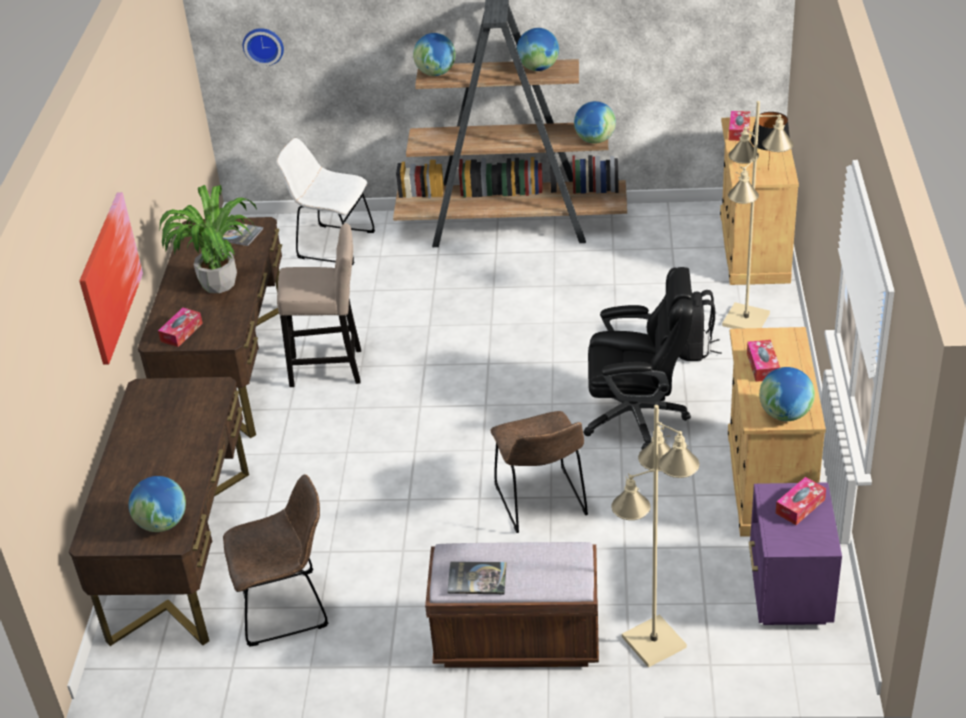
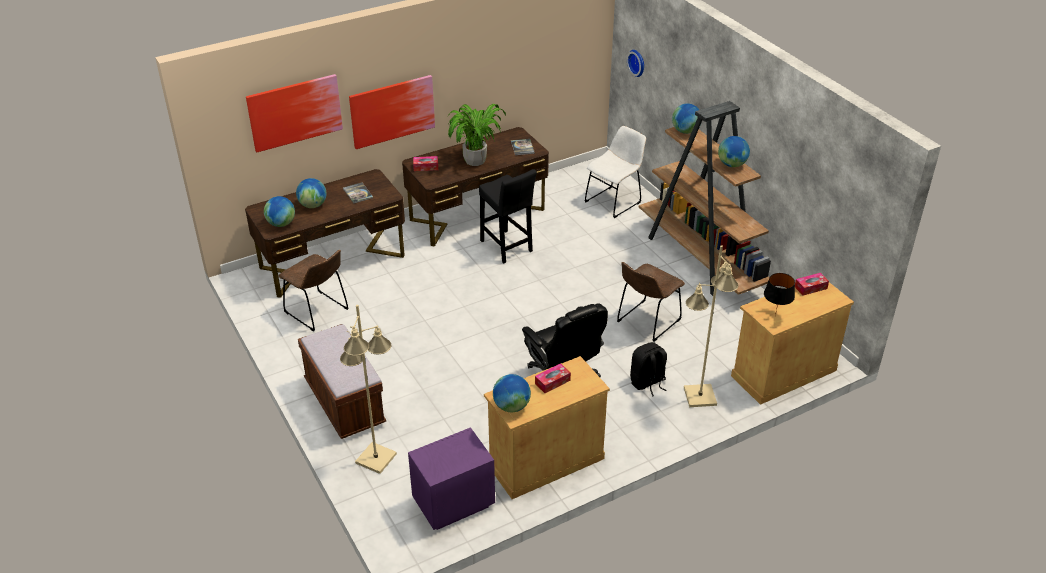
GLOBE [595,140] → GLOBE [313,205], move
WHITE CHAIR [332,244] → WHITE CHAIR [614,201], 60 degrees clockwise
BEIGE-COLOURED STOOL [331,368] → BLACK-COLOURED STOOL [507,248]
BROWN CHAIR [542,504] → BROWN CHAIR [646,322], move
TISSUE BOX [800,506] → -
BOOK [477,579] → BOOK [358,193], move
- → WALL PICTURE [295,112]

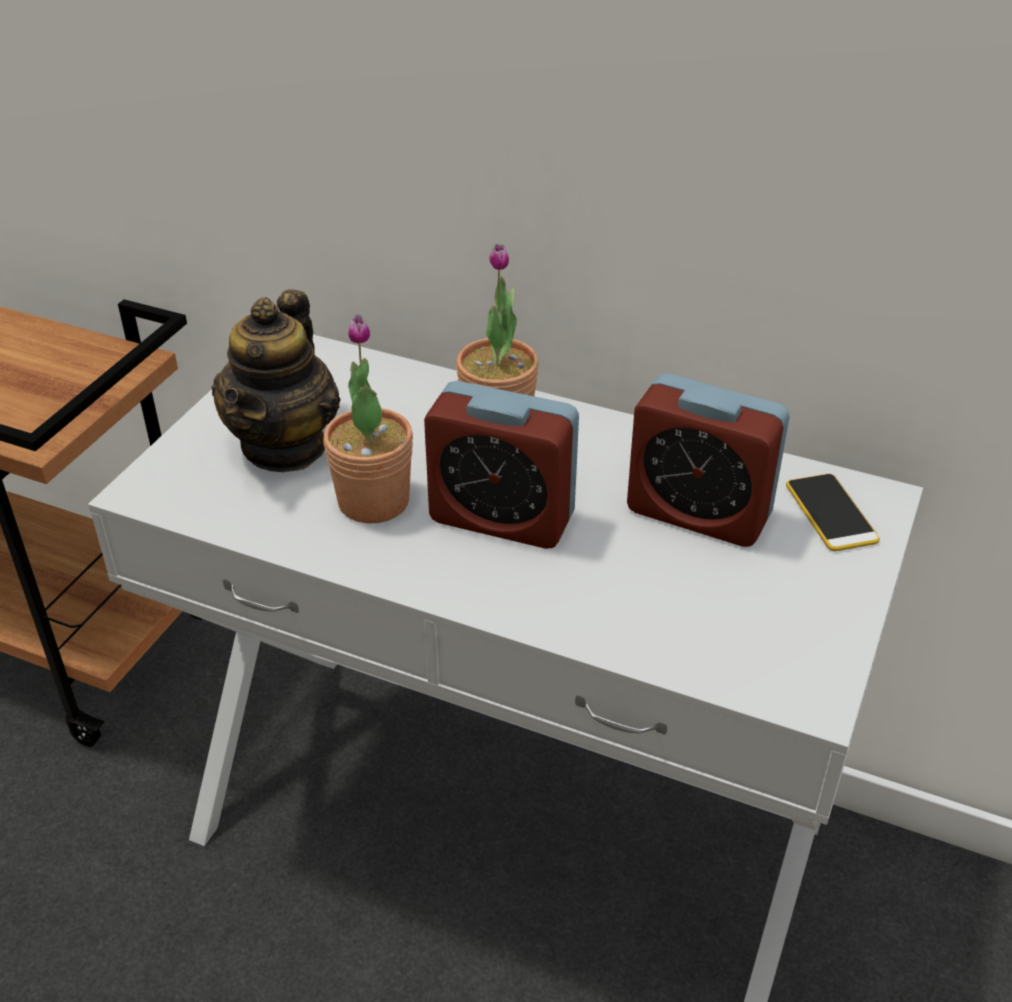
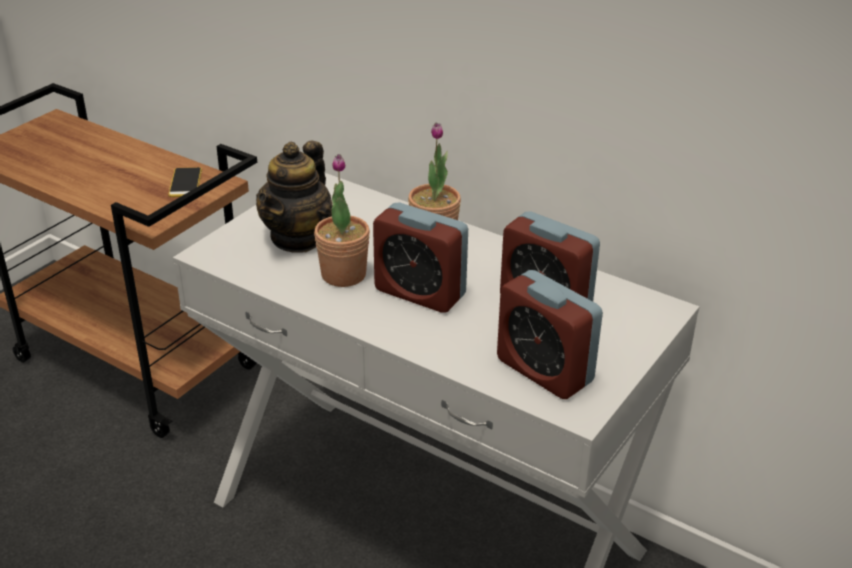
HANDSET [831,513] → HANDSET [185,183], move
- → BEDSIDE CLOCK [544,371]

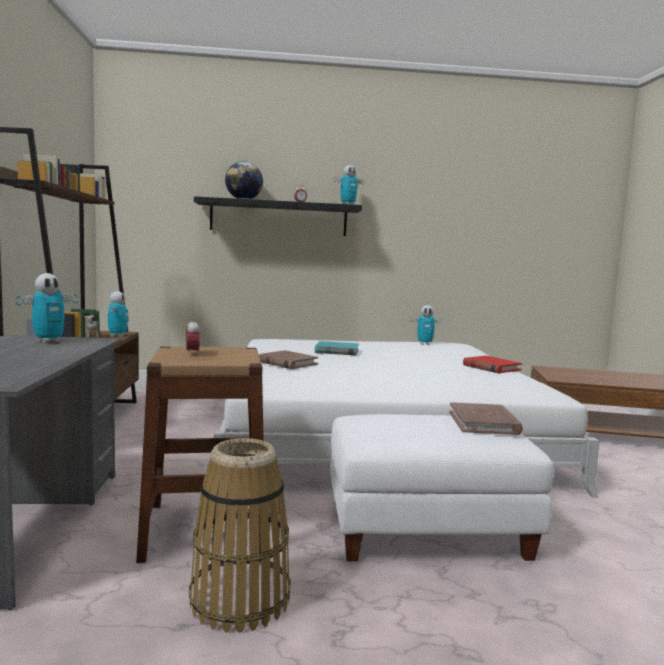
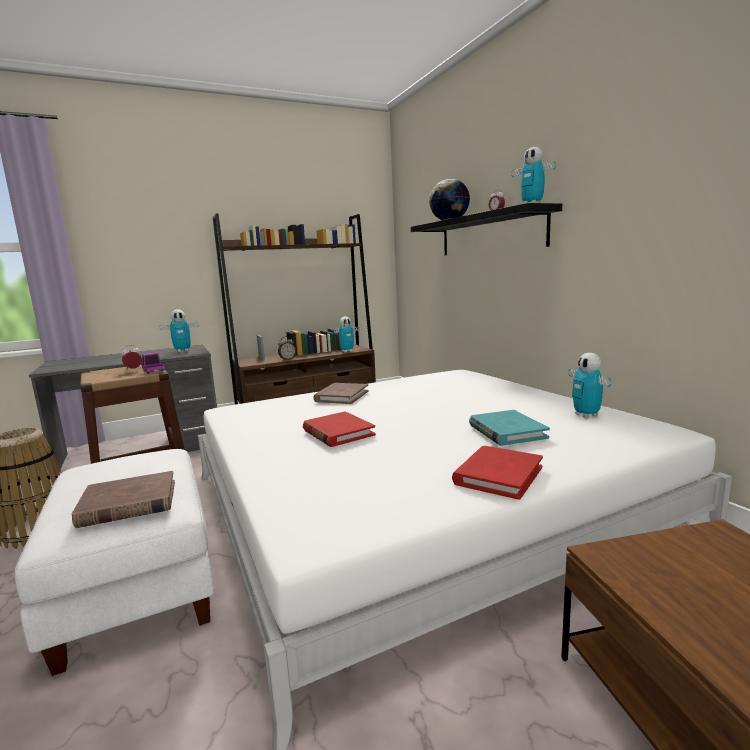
TOY ROBOT [49,341] → TOY ROBOT [183,351], 45 degrees counterclockwise
TURQUOISE BOOK [336,351] → TURQUOISE BOOK [506,431], move
- → TOY LORRY [153,371]
- → RED-COLOURED BOOK [338,432]

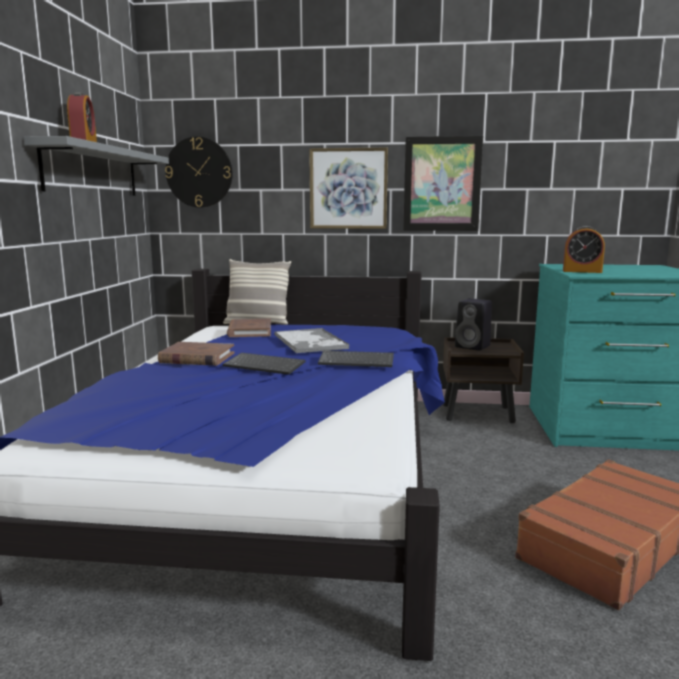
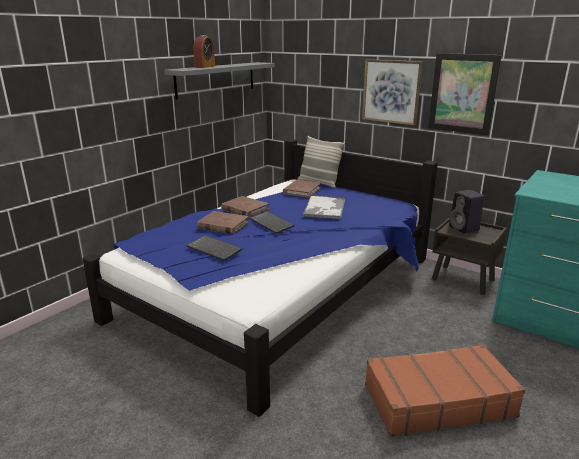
HANGING CLOCK [199,172] → -
BEDSIDE CLOCK [582,271] → -
KEYBOARD [357,361] → KEYBOARD [215,249], move
- → BROWN BOOK [223,225]

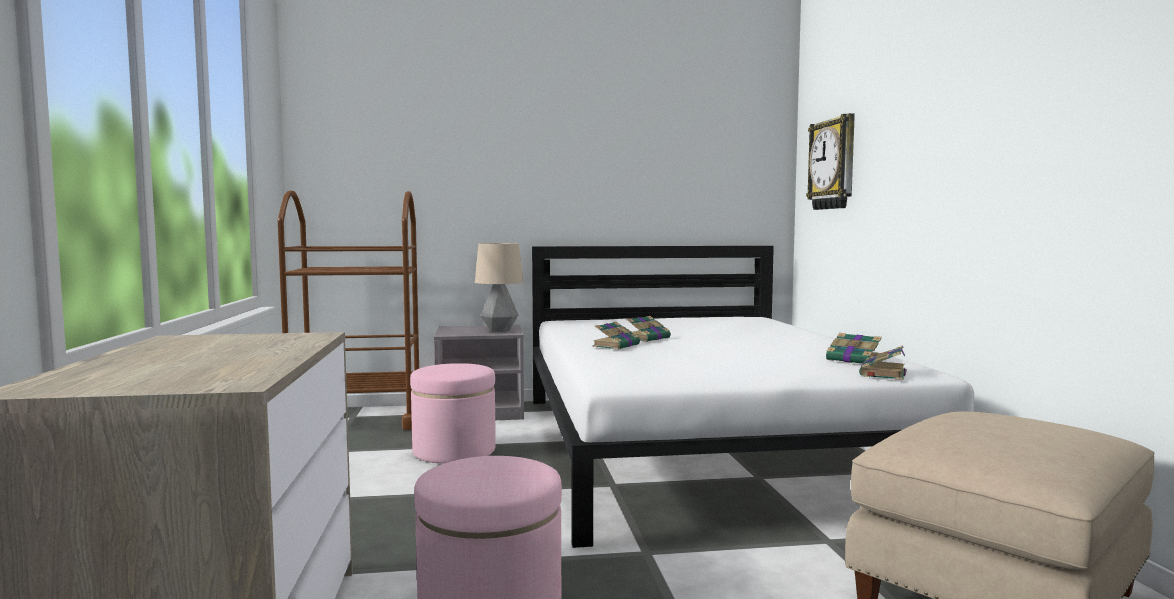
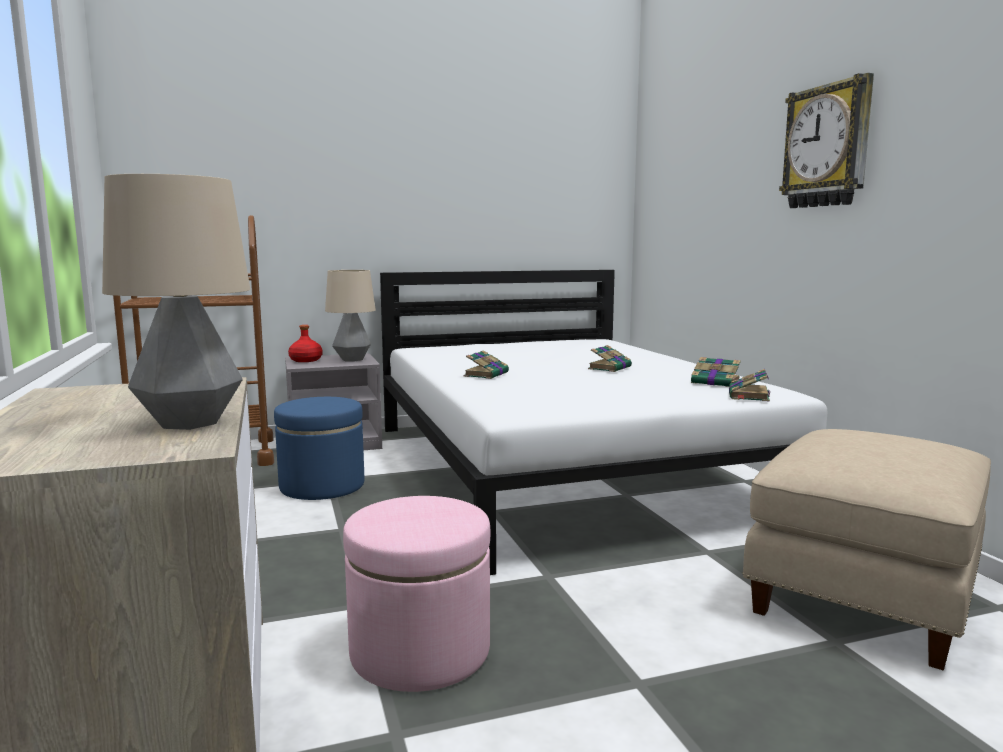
HANGING CLOCK [833,164] → HANGING CLOCK [828,146], move
BOOK [648,338] → BOOK [610,368], move
PINK POUFFE [454,451] → BLUISH POUFFE [322,486]
- → TABLETOP LAMP [191,423]
- → RED-COLOURED DRINK BOTTLE [306,360]

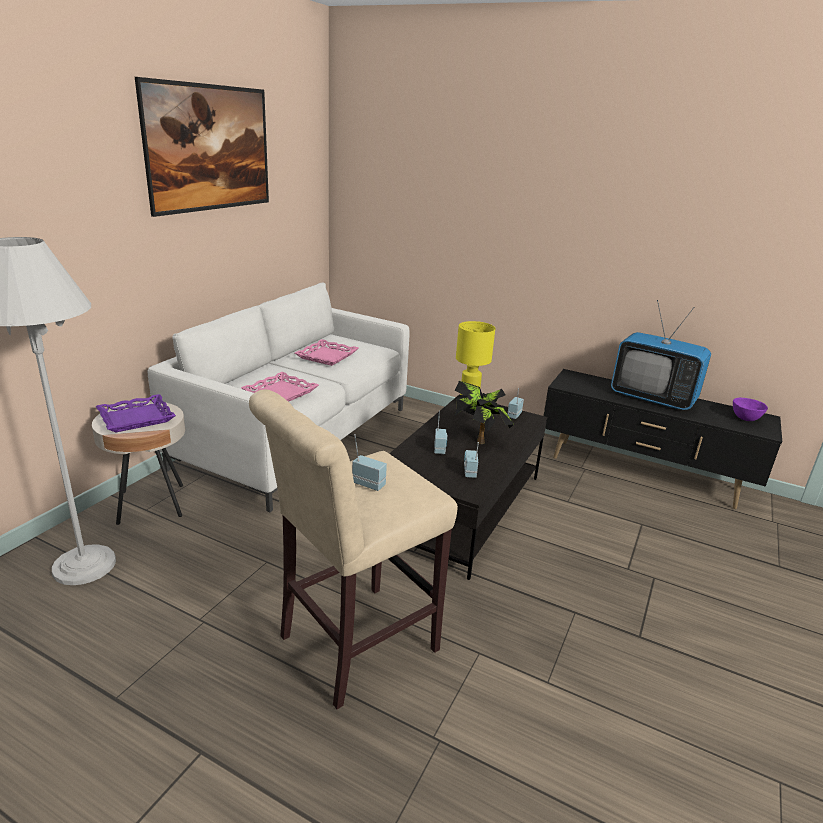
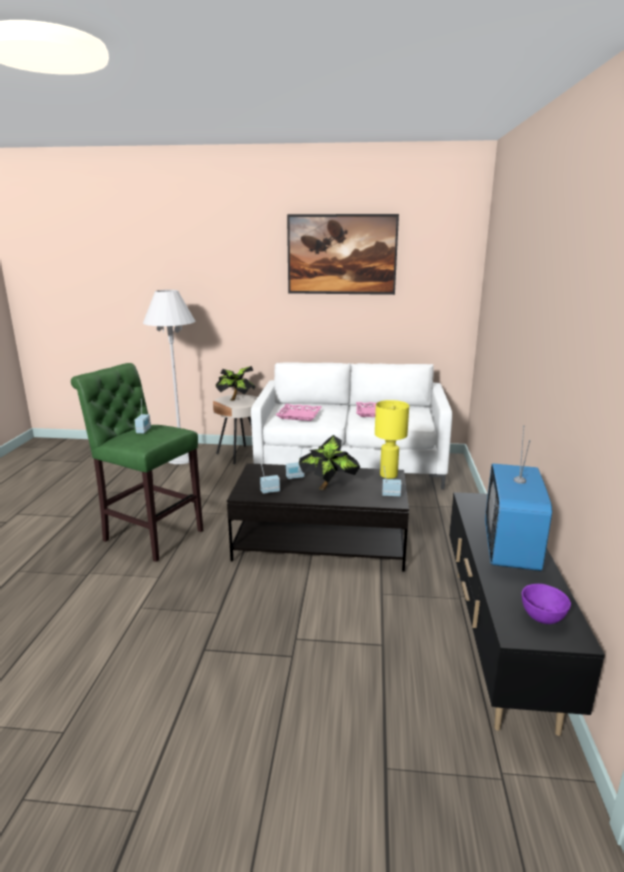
BEIGE-COLOURED STOOL [351,646] → GREENISH STOOL [150,534]
PURPLE TRAY [136,418] → POTTED PLANT [236,400]

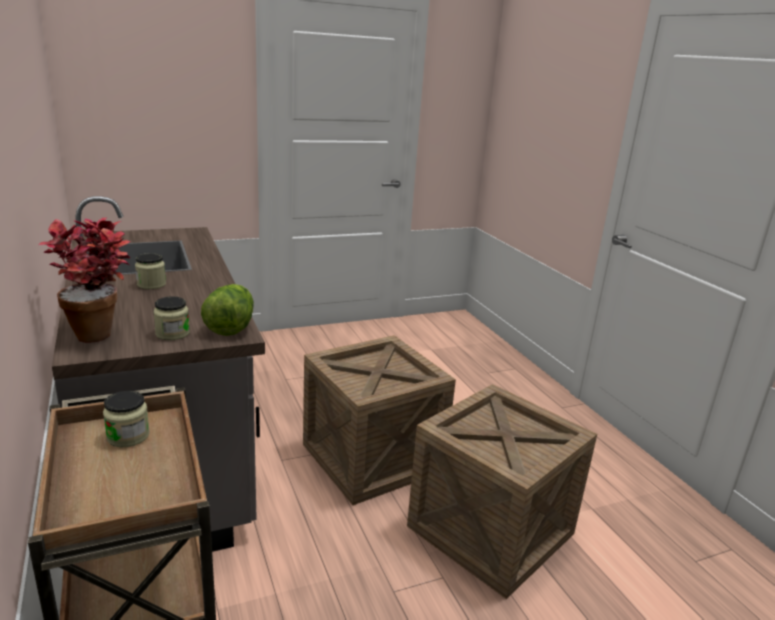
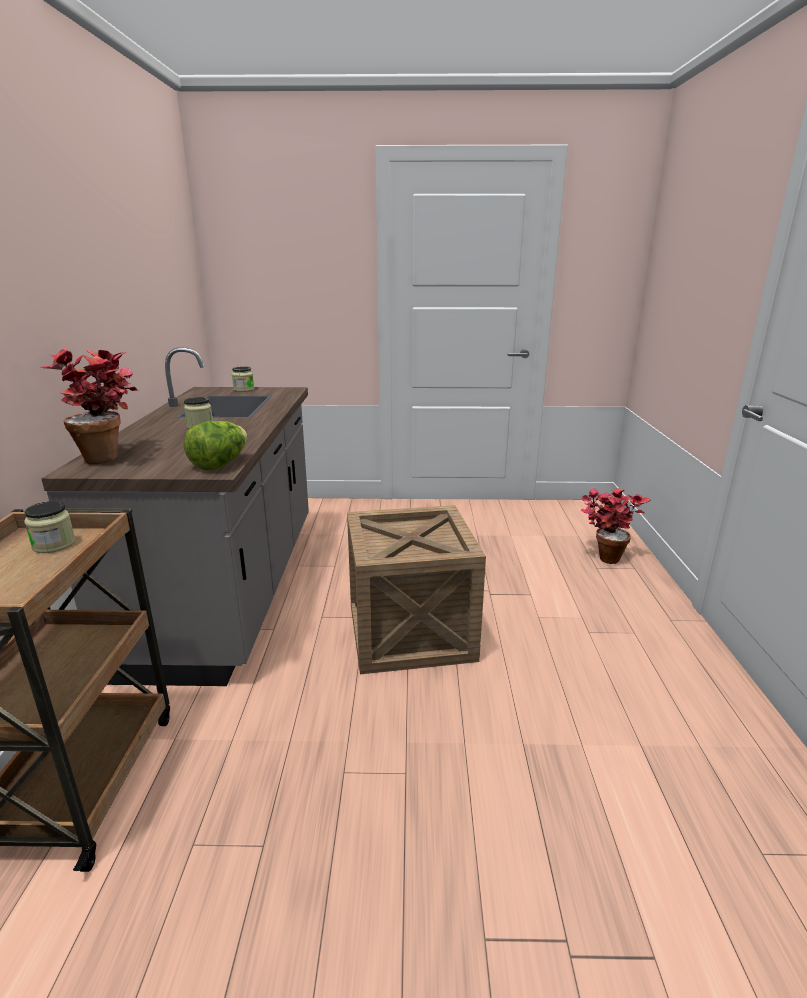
JAR [172,333] → JAR [244,389], move
PACKING CRATE [490,530] → -
- → POTTED PLANT [603,556]

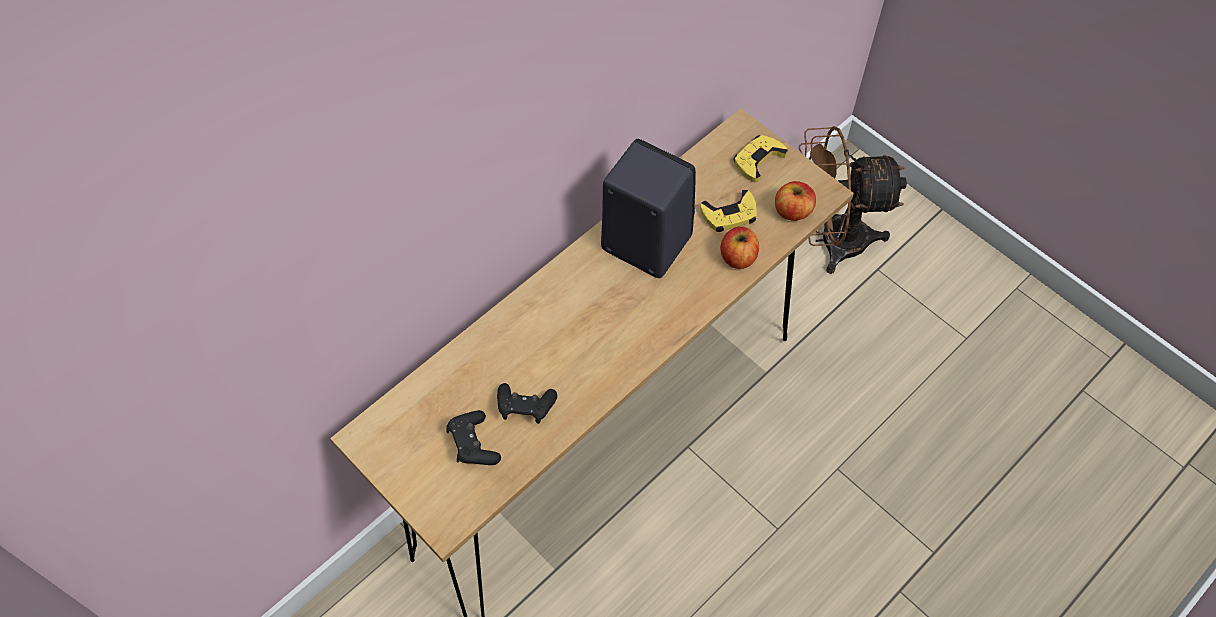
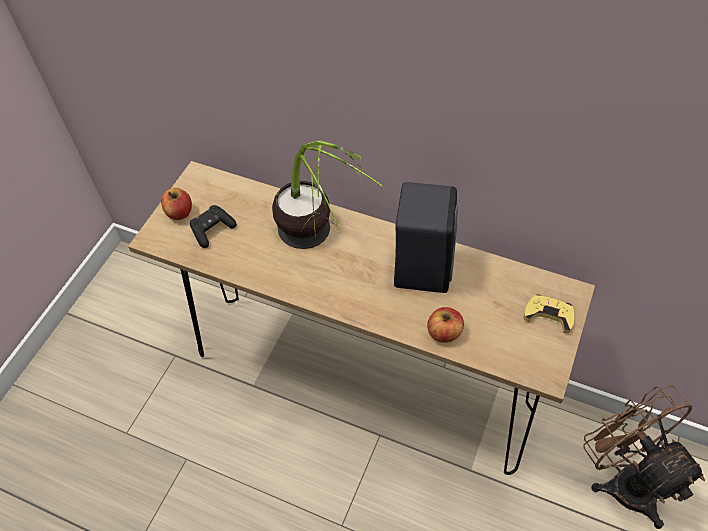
WHOLE APPLE [792,211] → WHOLE APPLE [180,212], move
YELLOWISH GAME CONTROLLER [729,214] → -
BLACK-COLOURED GAME CONTROLLER [525,408] → -
- → POTTED PLANT [321,249]

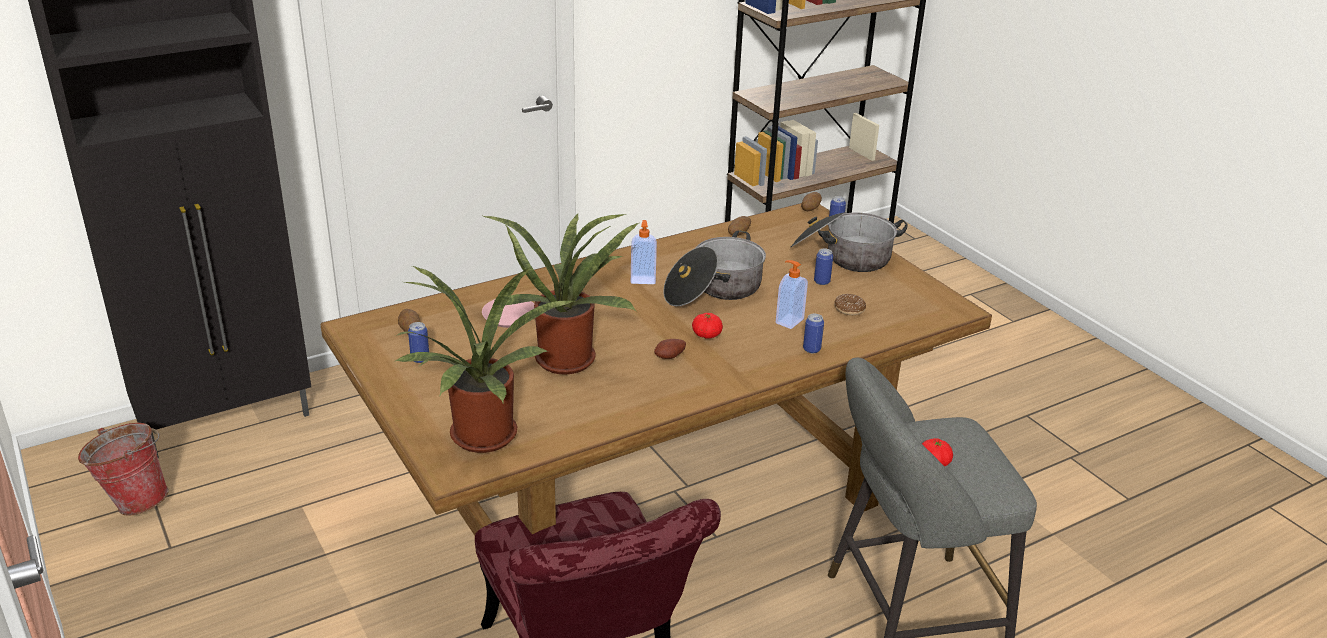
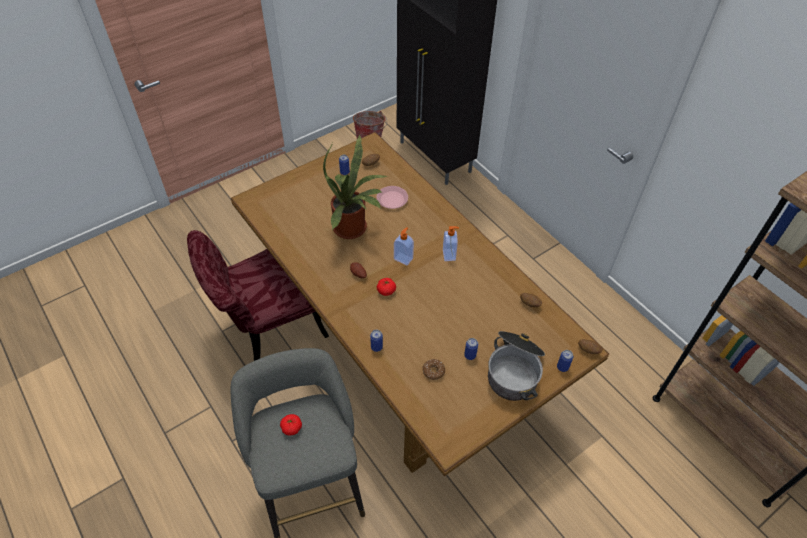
SAUCEPOT [714,290] → -
LIQUID SOAP BOTTLE [788,321] → LIQUID SOAP BOTTLE [403,258], move
POTTED PLANT [482,440] → -

